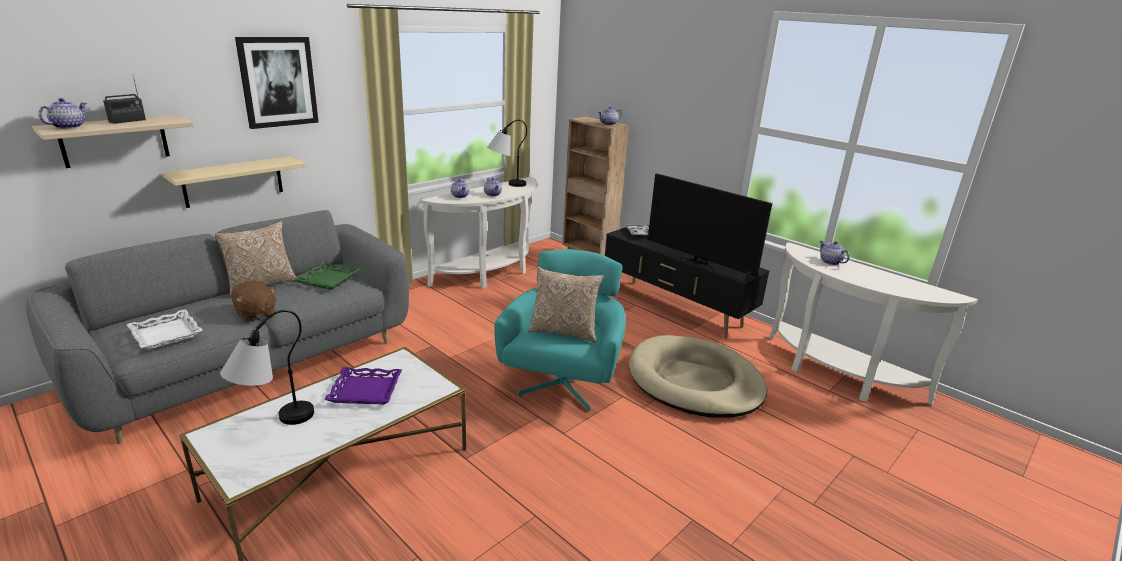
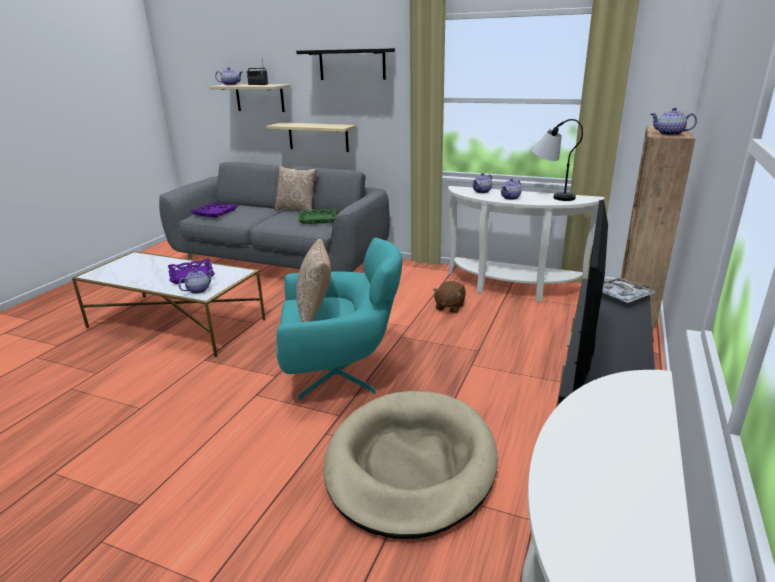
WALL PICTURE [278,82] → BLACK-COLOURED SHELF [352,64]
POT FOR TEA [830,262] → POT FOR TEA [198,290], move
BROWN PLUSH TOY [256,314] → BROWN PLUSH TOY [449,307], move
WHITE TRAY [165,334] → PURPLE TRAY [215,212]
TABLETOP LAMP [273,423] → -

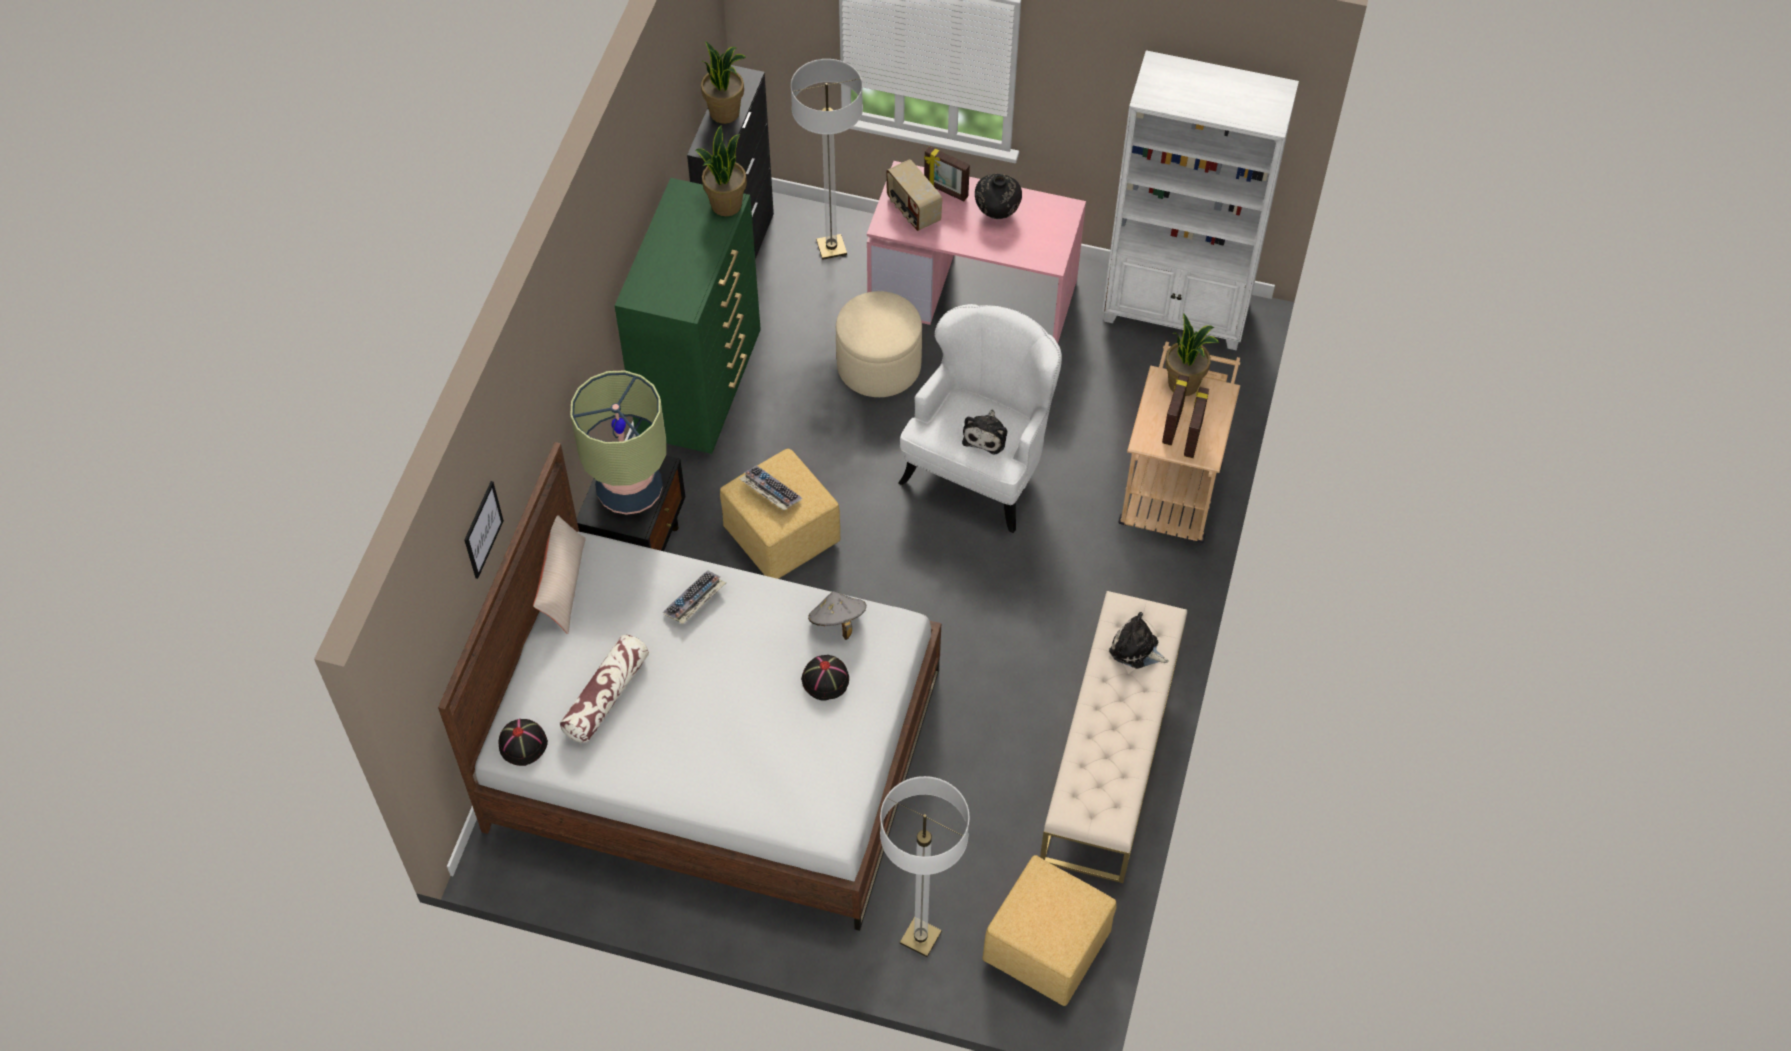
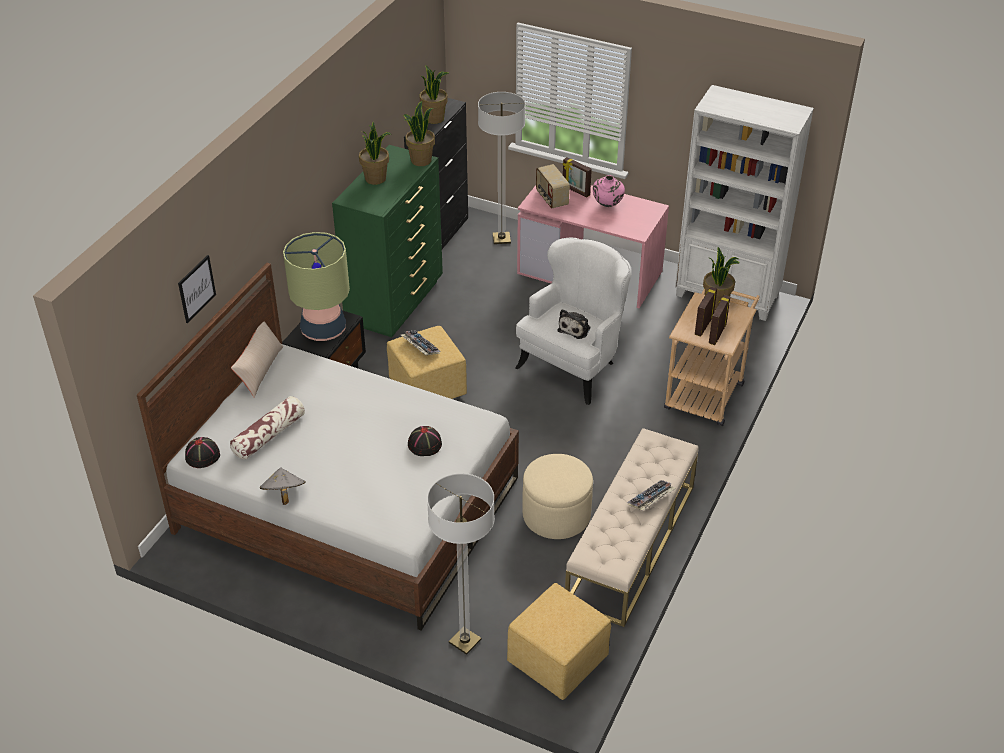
BLACK-COLOURED VASE [997,212] → PINK VASE [607,205]
BEIGE-COLOURED POUFFE [879,365] → BEIGE-COLOURED POUFFE [556,515], move
KEYBOARD [695,602] → KEYBOARD [651,499], move
GREY WEARABLE HAT [837,622] → GREY WEARABLE HAT [283,494], move
PLUSH TOY [1136,649] → -
- → POTTED PLANT [376,179]

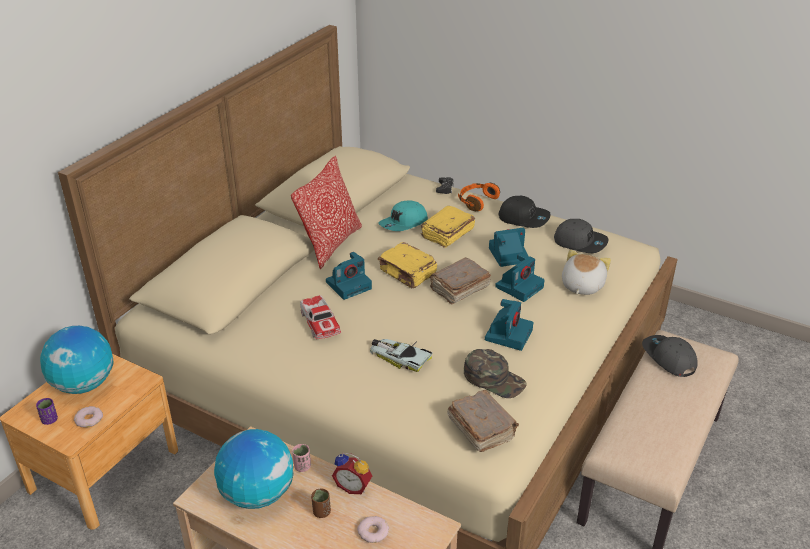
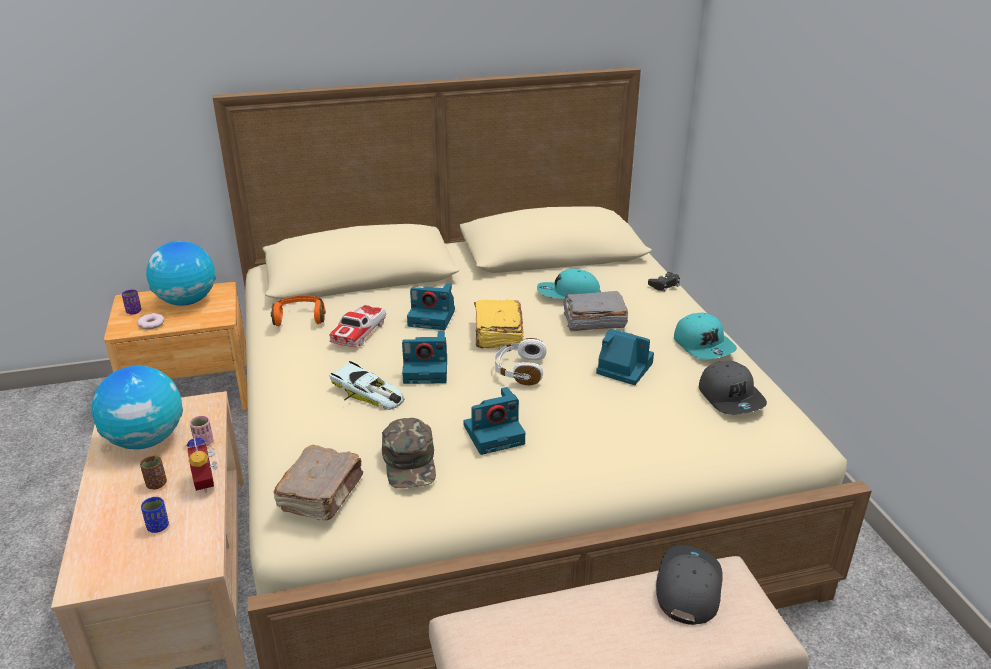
CUSHION [330,244] → -
ORANGEY HEADSET [476,201] → ORANGEY HEADSET [300,318], move
BLACK-COLOURED PEAKED CAP [524,218] → TURQUOISE PEAKED CAP [704,345]
YELLOWISH BOOK [447,234] → GREY BOOK [593,321]
PLUSH TOY [581,285] → -
STILL CAMERA [519,286] → STILL CAMERA [427,370], move
BROWN BOOK [459,289] → WHITE HEADSET [519,370]
MINIATURE CAR [400,356] → MINIATURE CAR [368,393], 135 degrees clockwise
DONUT [373,532] → BLUISH CUP [158,527]

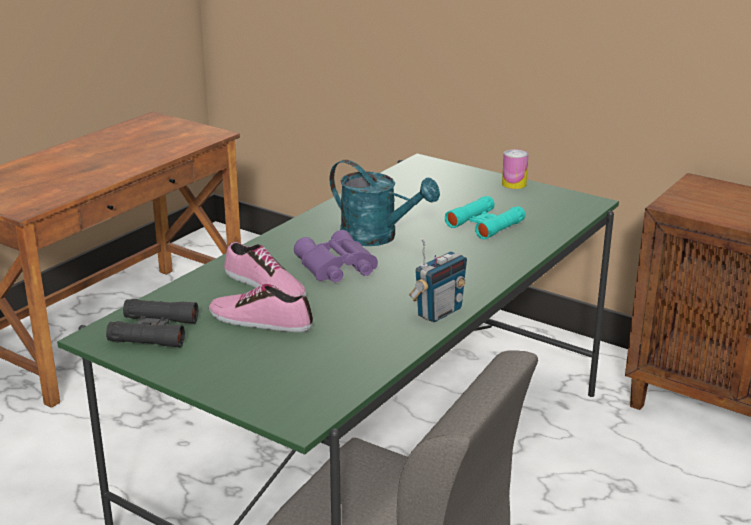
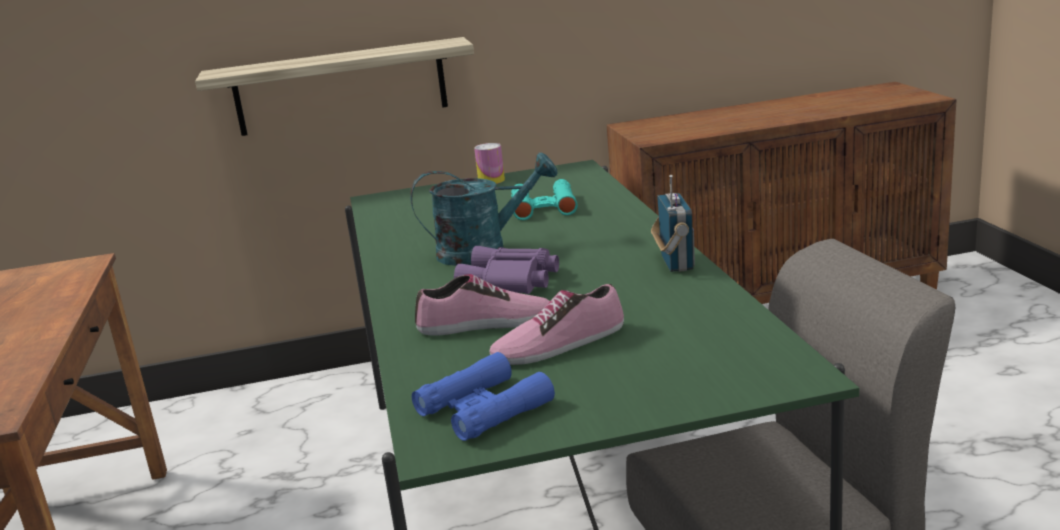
BLACK-COLOURED FIELD GLASSES [154,331] → BLUISH FIELD GLASSES [483,409]
- → SHELF [340,87]

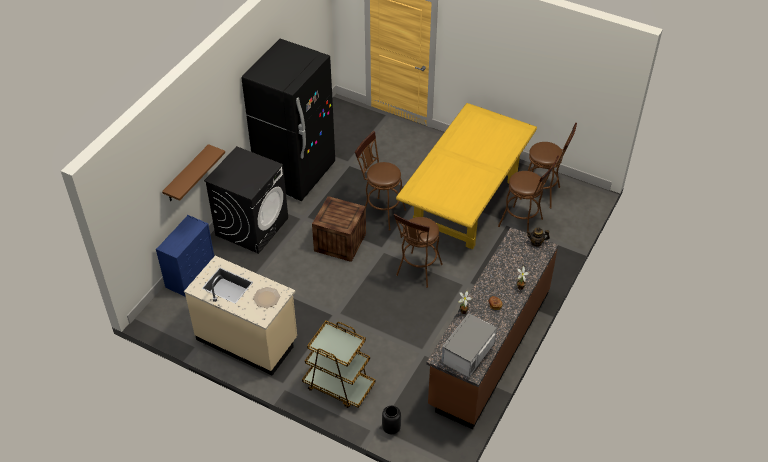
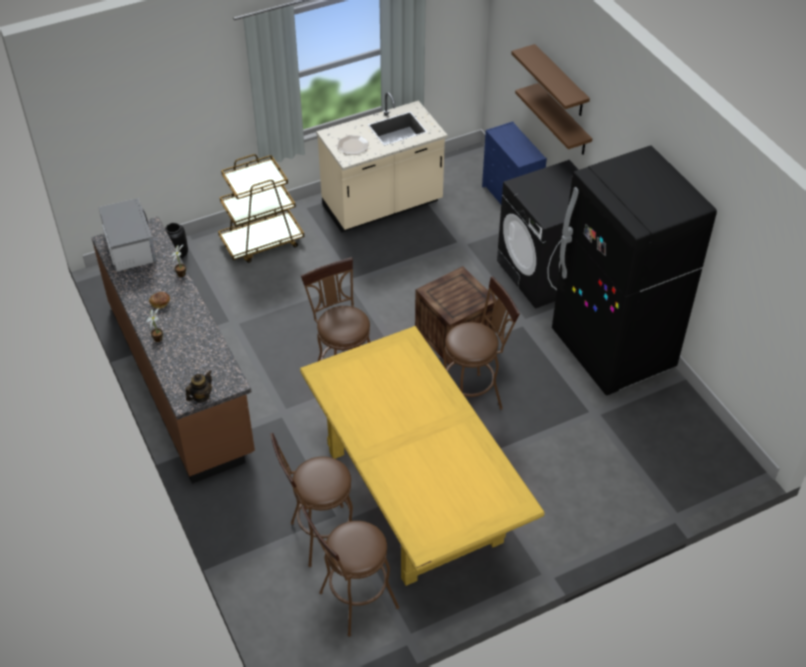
- → BROWN SHELF [560,81]

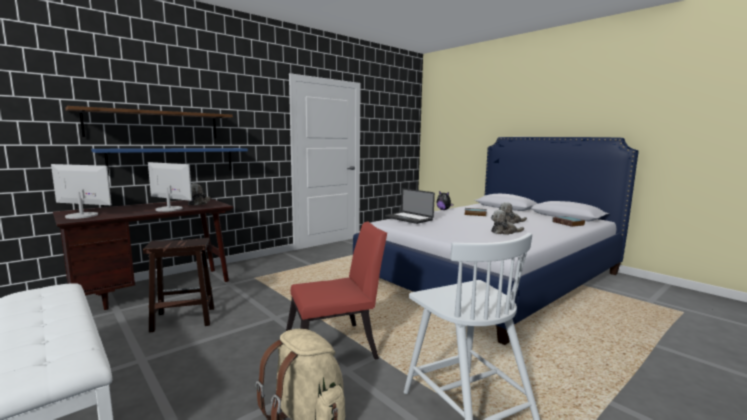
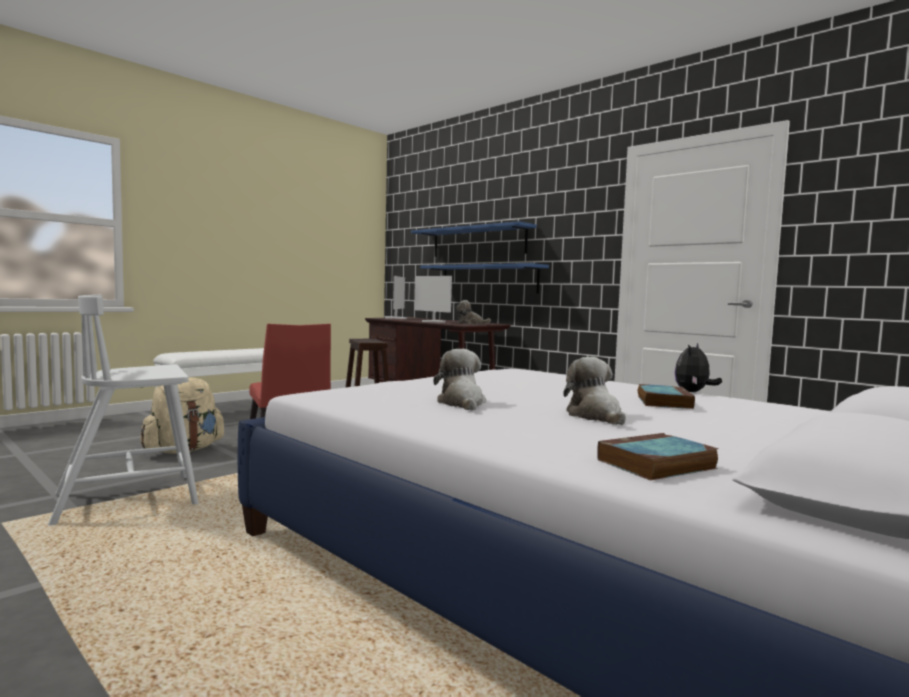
BROWN SHELF [154,124] → BLUISH SHELF [478,242]
MONITOR [169,209] → MONITOR [433,321], 120 degrees clockwise
NOTEBOOK COMPUTER [408,218] → -

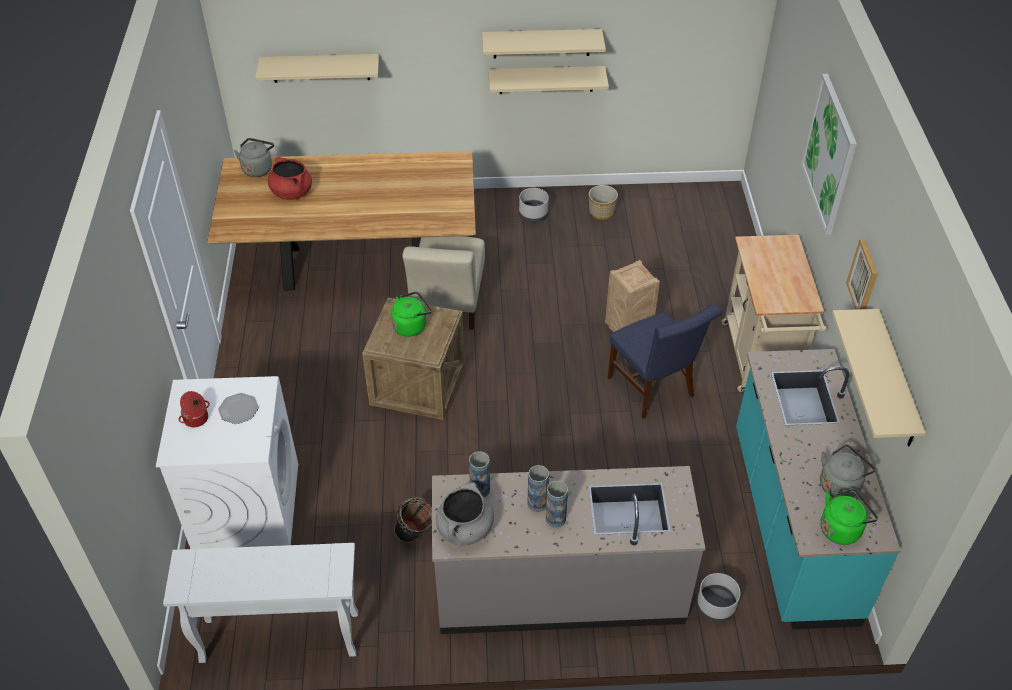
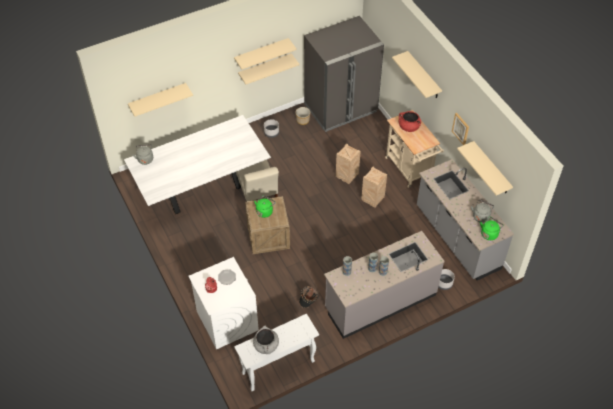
WALL PICTURE [829,154] → BEIGE-COLOURED SHELF [423,76]
BROWN KITCHEN TABLE [354,266] → WHITE KITCHEN TABLE [202,189]
RED-COLOURED SAUCEPOT [291,192] → RED-COLOURED SAUCEPOT [408,127], move
BLUISH CHAIR [654,389] → PACKING CRATE [372,200]
TURQUOISE KITCHEN COUNTER [791,524] → GREY KITCHEN COUNTER [456,238]
GREY SAUCEPOT [465,529] → GREY SAUCEPOT [266,345], move
- → GREY REFRIGERATOR [341,108]

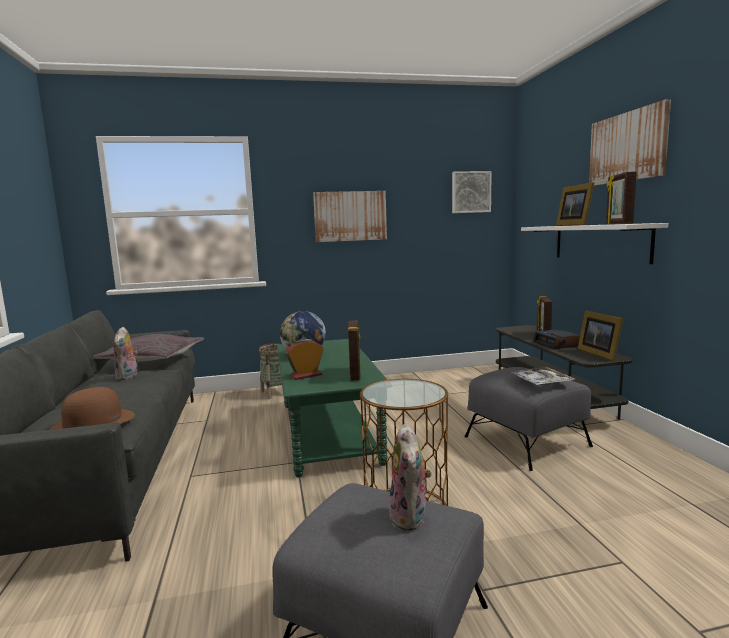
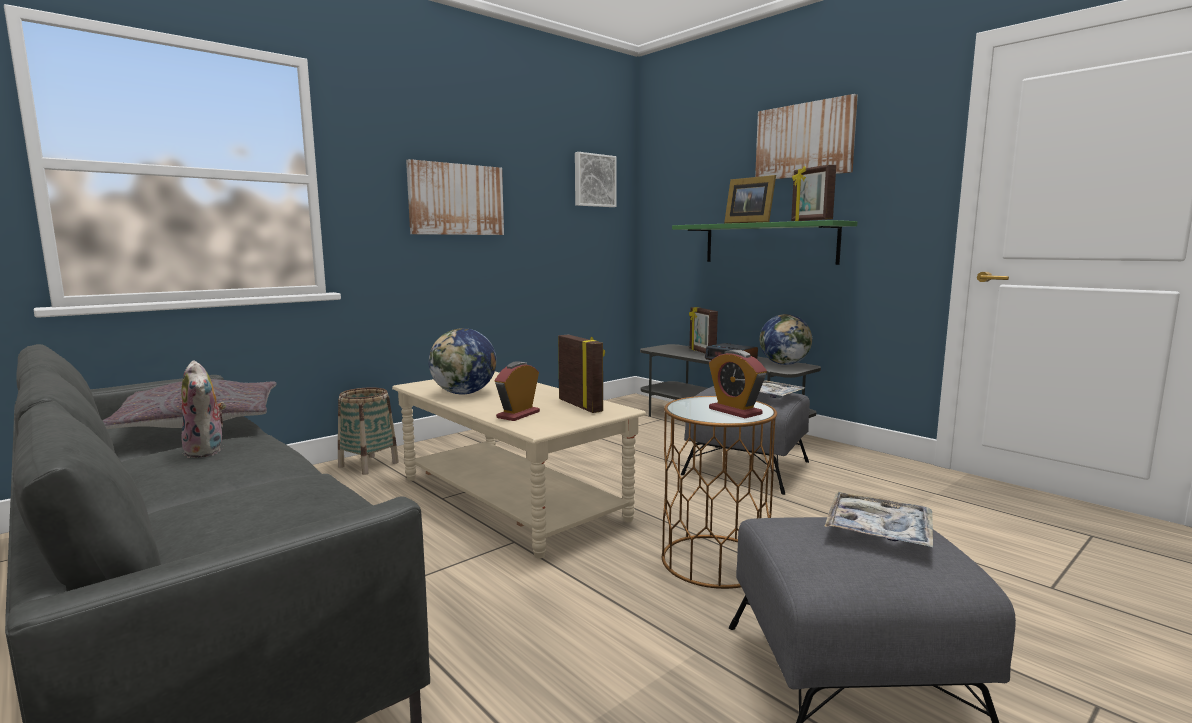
WHITE SHELF [599,242] → GREENISH SHELF [768,243]
PICTURE FRAME [599,353] → GLOBE [784,364]
GREENISH LOUNGE TABLE [328,431] → BEIGE-COLOURED LOUNGE TABLE [510,498]
BROWN WEARABLE HAT [93,423] → -
PLUSH TOY [411,517] → TRAY [878,530]
- → BEDSIDE CLOCK [735,411]

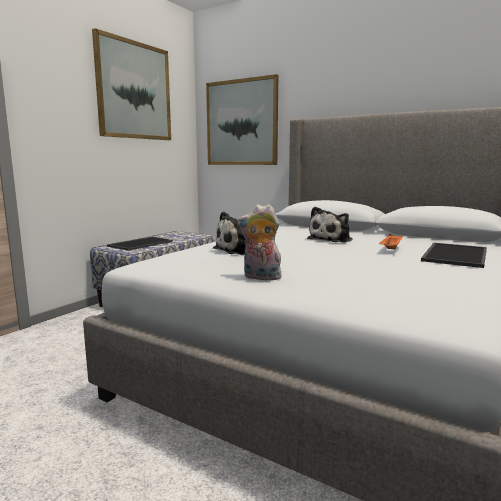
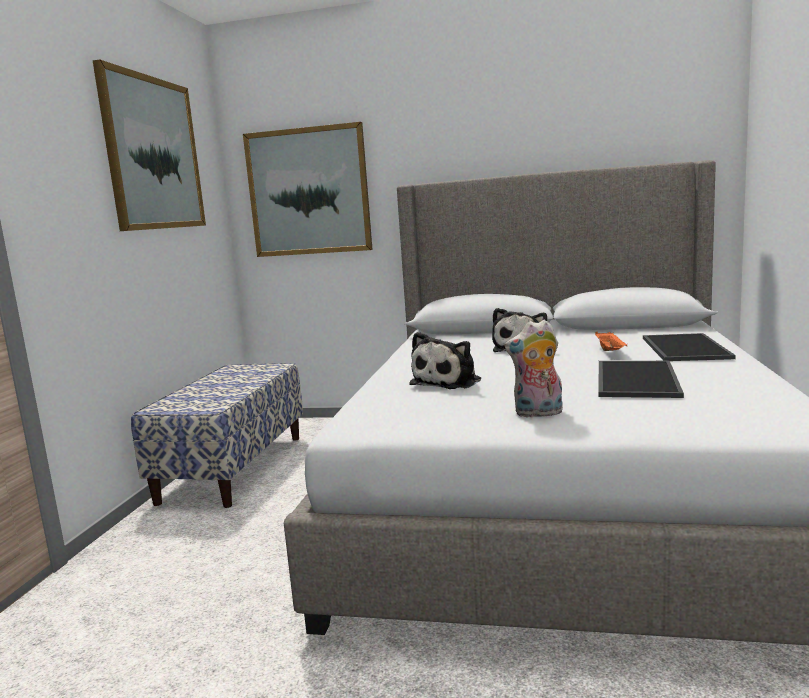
TRAY [140,243] → TRAY [634,379], move

